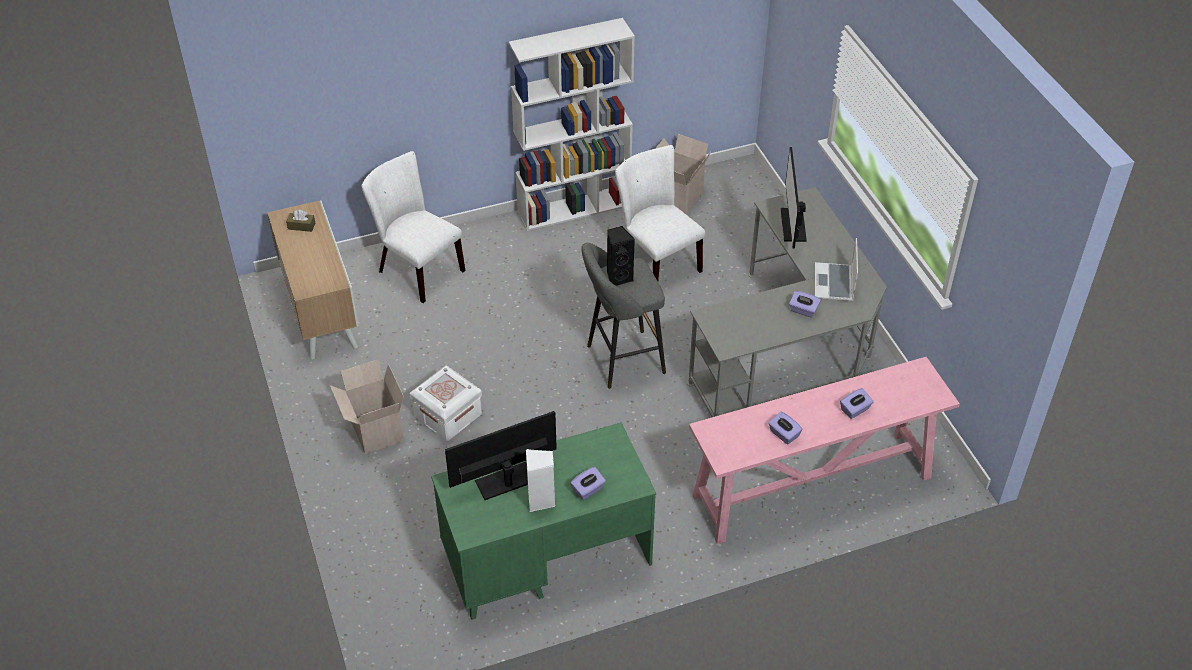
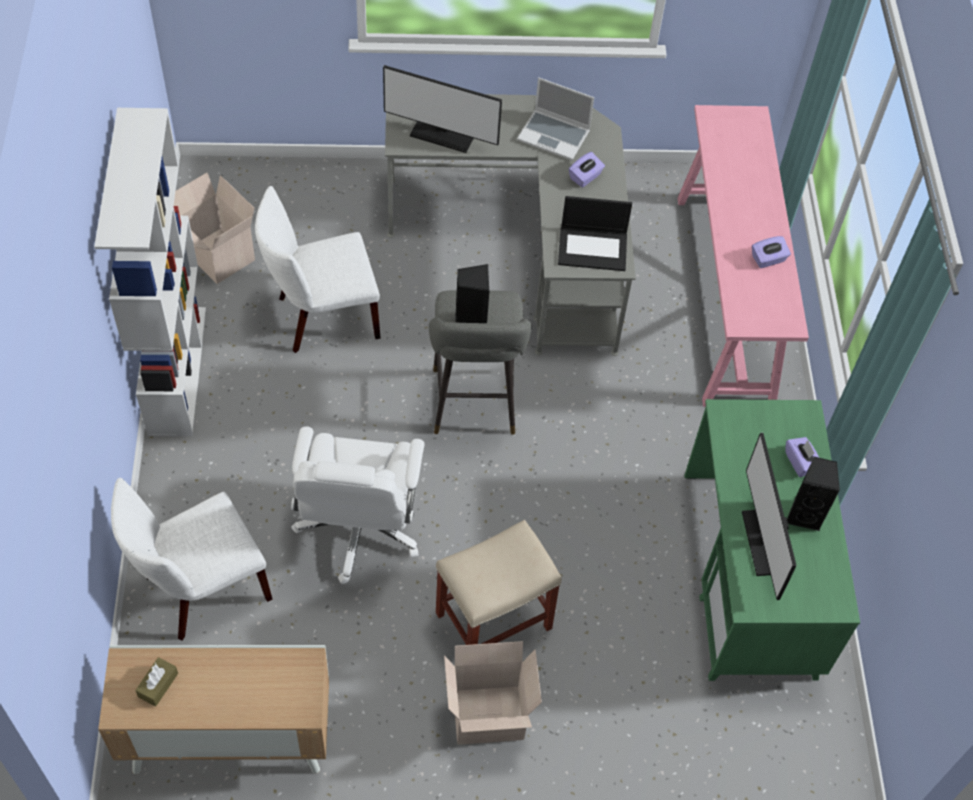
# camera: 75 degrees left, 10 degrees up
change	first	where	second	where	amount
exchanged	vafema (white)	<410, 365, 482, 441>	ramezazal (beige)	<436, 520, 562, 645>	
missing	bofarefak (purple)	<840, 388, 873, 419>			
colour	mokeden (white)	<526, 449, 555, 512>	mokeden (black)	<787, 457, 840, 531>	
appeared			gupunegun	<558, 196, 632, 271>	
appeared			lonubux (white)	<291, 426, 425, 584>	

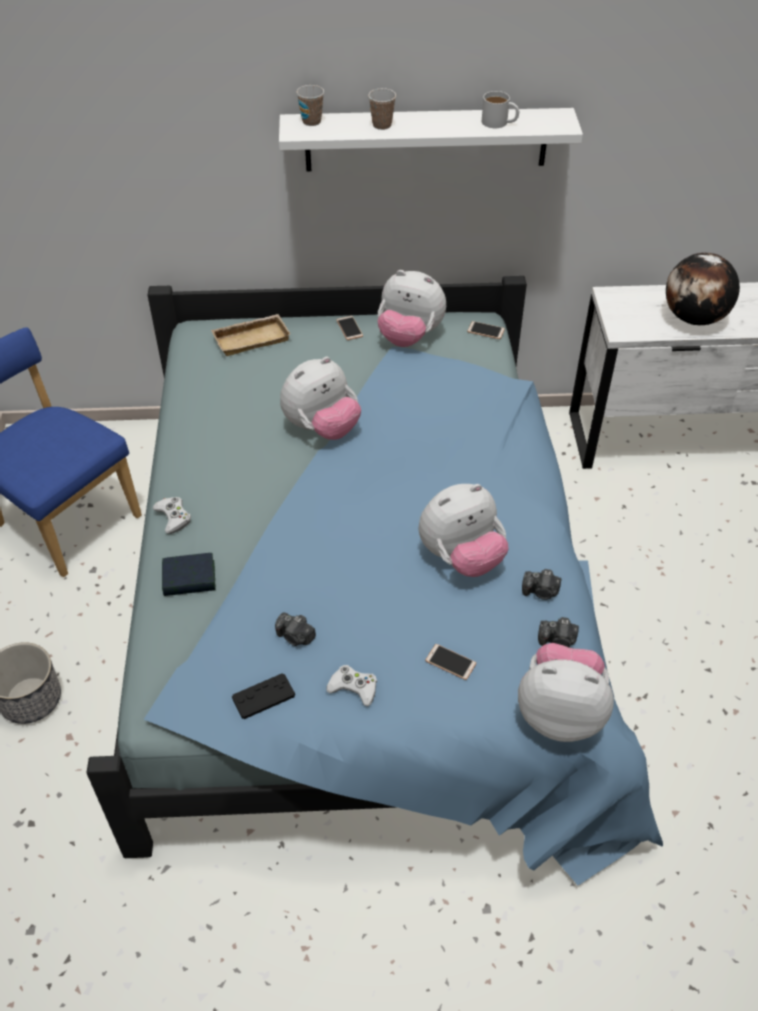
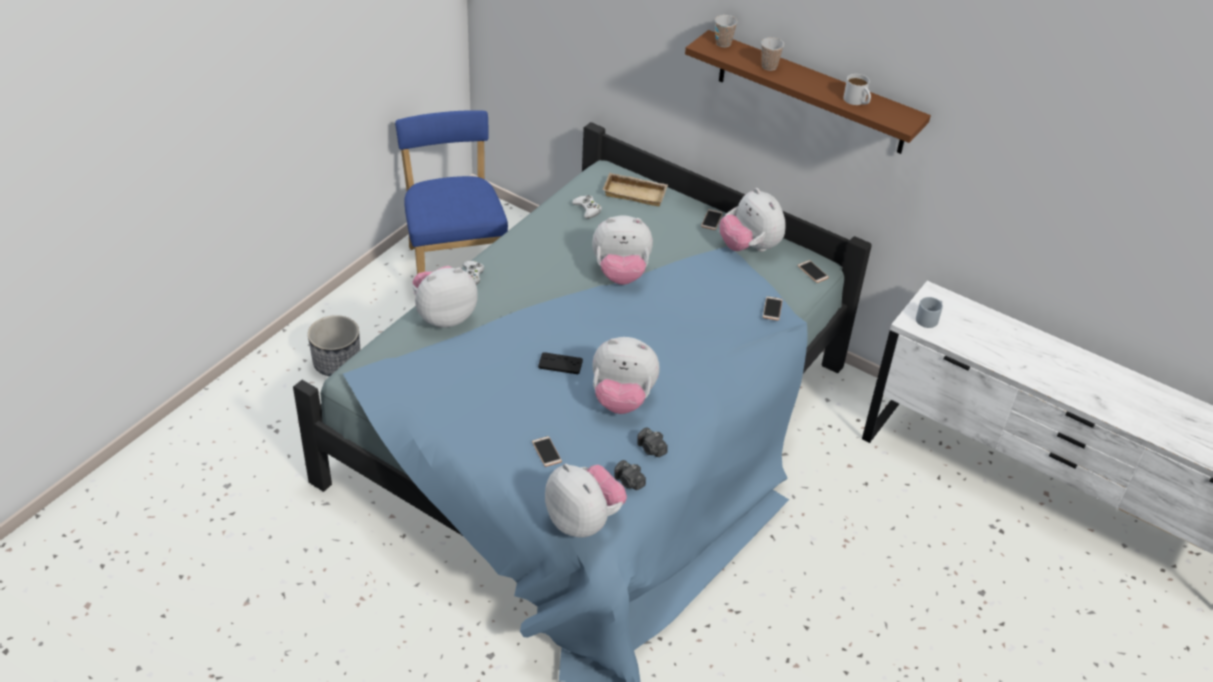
# camera: 35 degrees right, 5 degrees down
change	first	where	second	where	amount
colour	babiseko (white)	<279, 108, 583, 171>	babiseko (brown)	<685, 30, 931, 154>	
missing	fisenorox	<666, 253, 740, 325>			
exchanged	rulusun	<162, 553, 216, 596>	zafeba	<412, 266, 478, 328>	
missing	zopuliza	<275, 612, 316, 646>			
relocated	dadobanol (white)	<327, 665, 377, 706>		<572, 195, 602, 219>	
relocated	dadobanol (black)	<232, 673, 295, 719>		<538, 352, 583, 374>	
appeared			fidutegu	<763, 296, 783, 321>	
appeared			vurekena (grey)	<916, 297, 943, 328>	

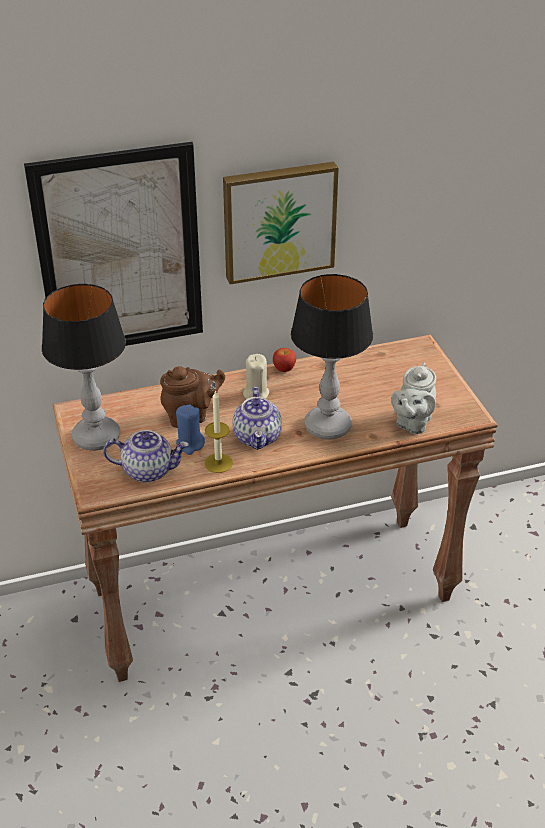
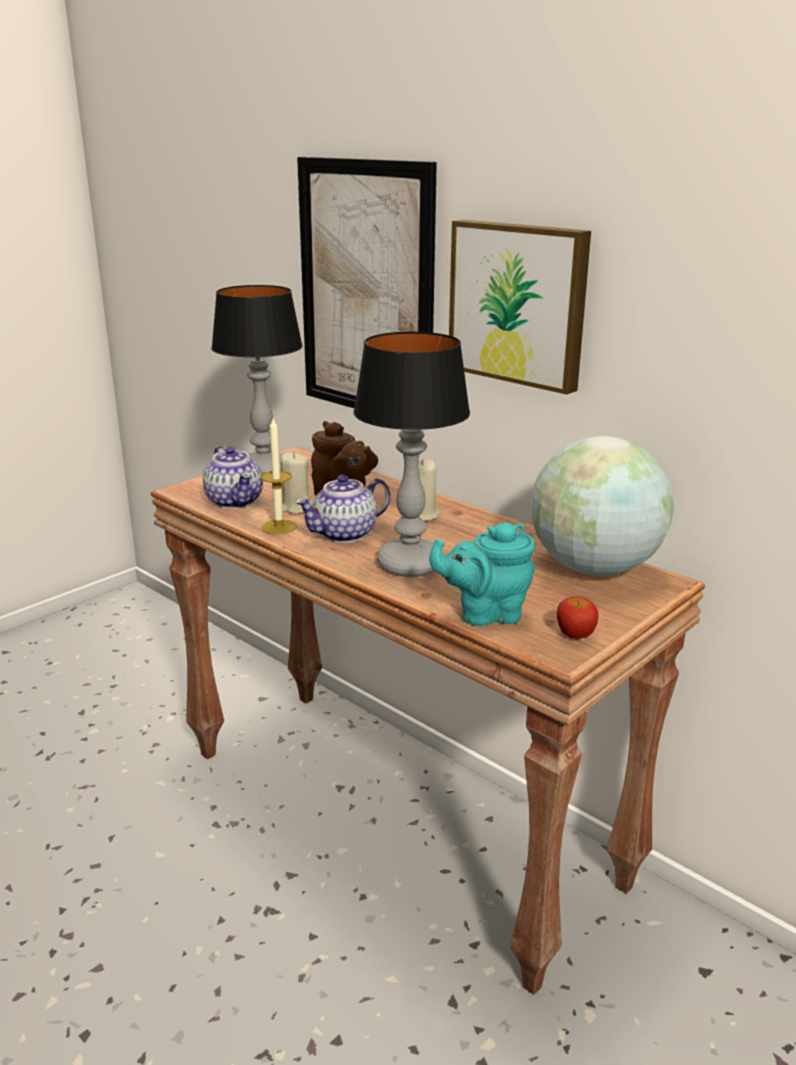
# camera: 60 degrees right, 15 degrees down
change	first	where	second	where	amount
relocated	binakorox	<273, 348, 296, 372>		<557, 597, 598, 639>	
colour	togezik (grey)	<391, 363, 436, 434>	togezik (turquoise)	<429, 523, 535, 626>	
colour	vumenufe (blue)	<176, 404, 205, 455>	vumenufe (beige)	<281, 452, 313, 514>	
appeared			fisenorox	<531, 436, 674, 576>	

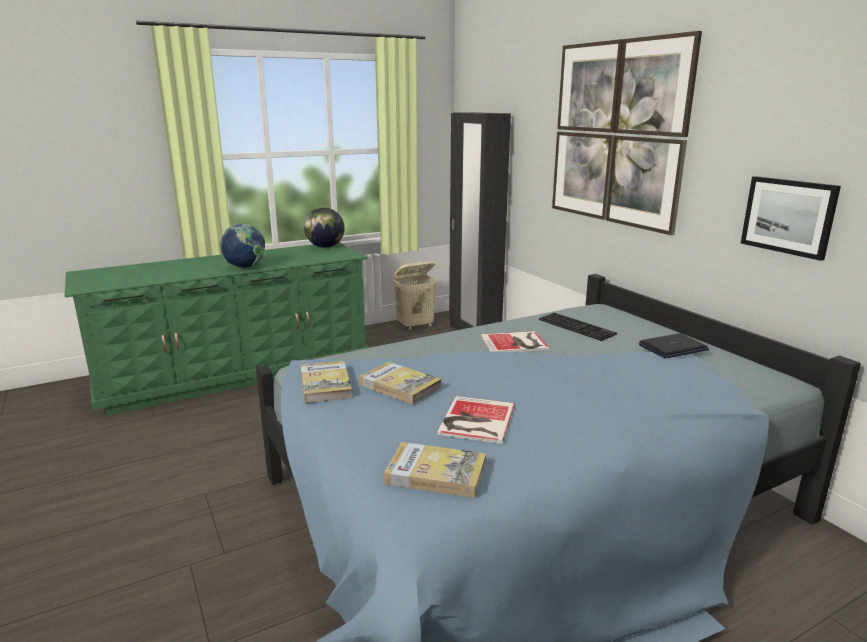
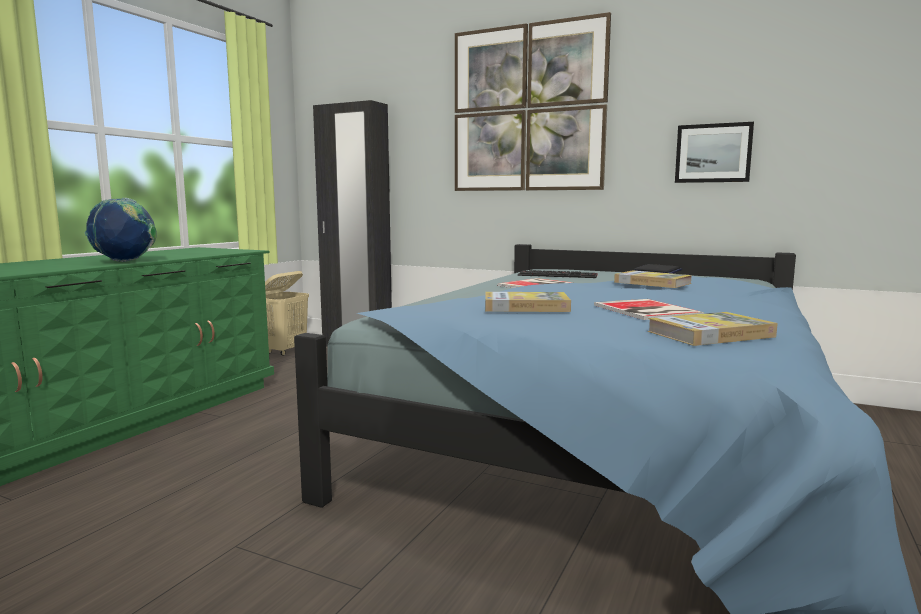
# camera: 35 degrees left, 10 degrees down
change	first	where	second	where	amount
missing	fisenorox	<304, 208, 344, 248>			
relocated	rulusun	<301, 361, 352, 403>		<614, 271, 692, 288>	

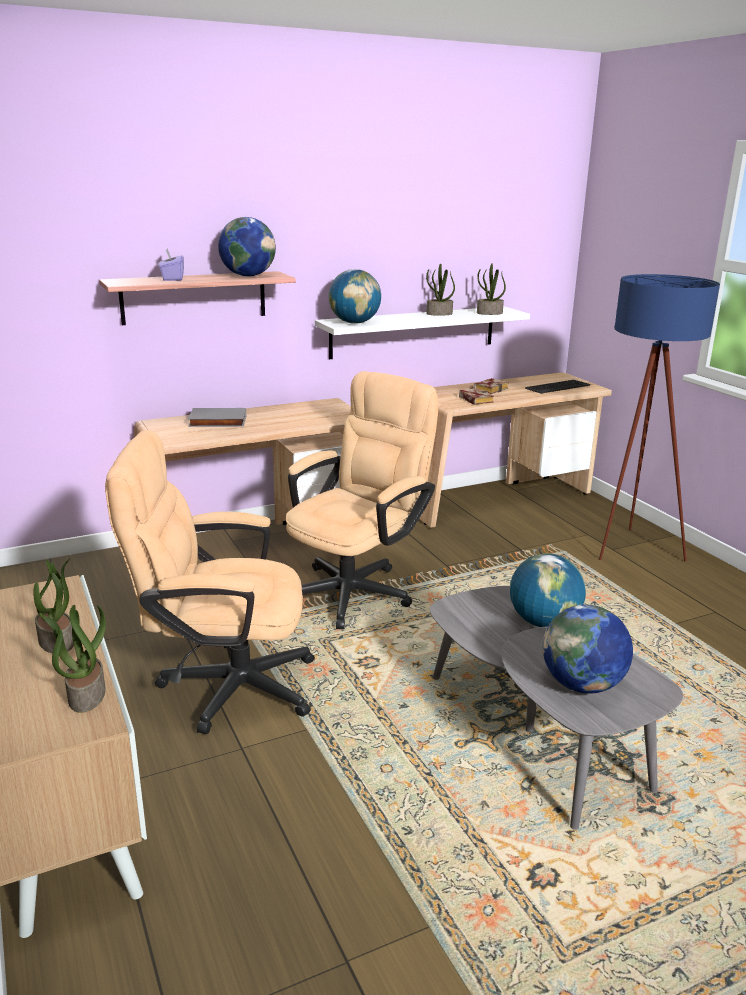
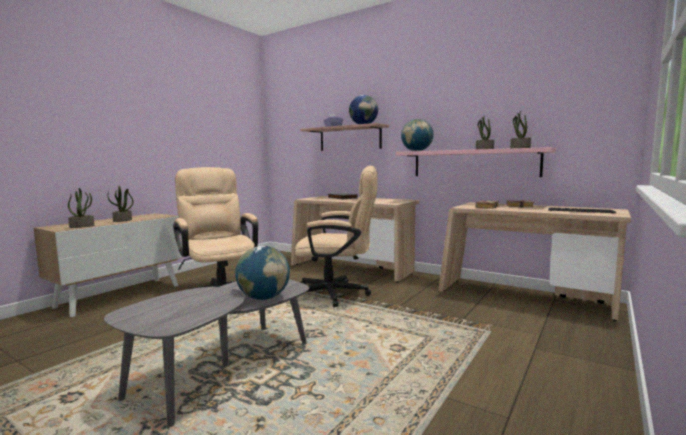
# camera: 60 degrees right, 15 degrees down
change	first	where	second	where	amount
missing	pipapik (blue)	<599, 274, 720, 562>			
colour	babiseko (white)	<315, 306, 530, 359>	babiseko (pink)	<396, 147, 556, 177>	
missing	fisenorox	<543, 605, 633, 694>			

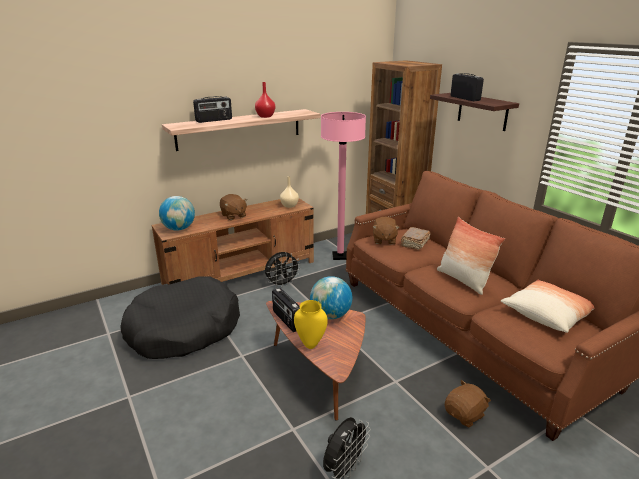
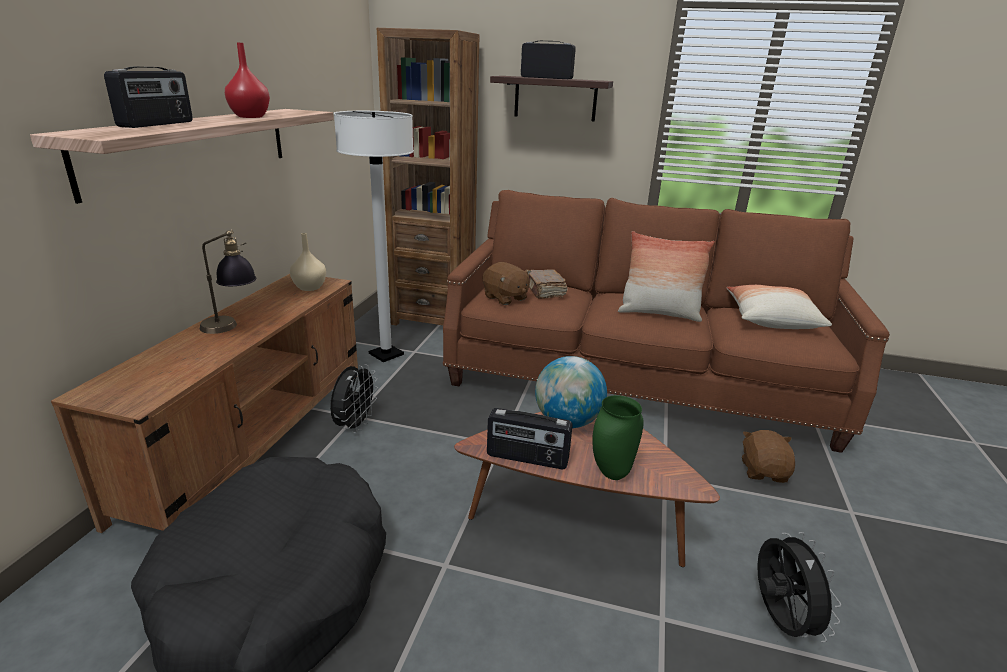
# camera: 45 degrees left, 0 degrees up
change	first	where	second	where	amount
colour	pipapik (pink)	<321, 112, 366, 260>	pipapik (white)	<334, 111, 414, 362>	
exchanged	zafeba (brown)	<220, 194, 247, 220>	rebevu	<200, 230, 256, 334>	
missing	fisenorox	<159, 196, 195, 231>			
colour	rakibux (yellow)	<294, 300, 328, 349>	rakibux (green)	<592, 395, 644, 480>	

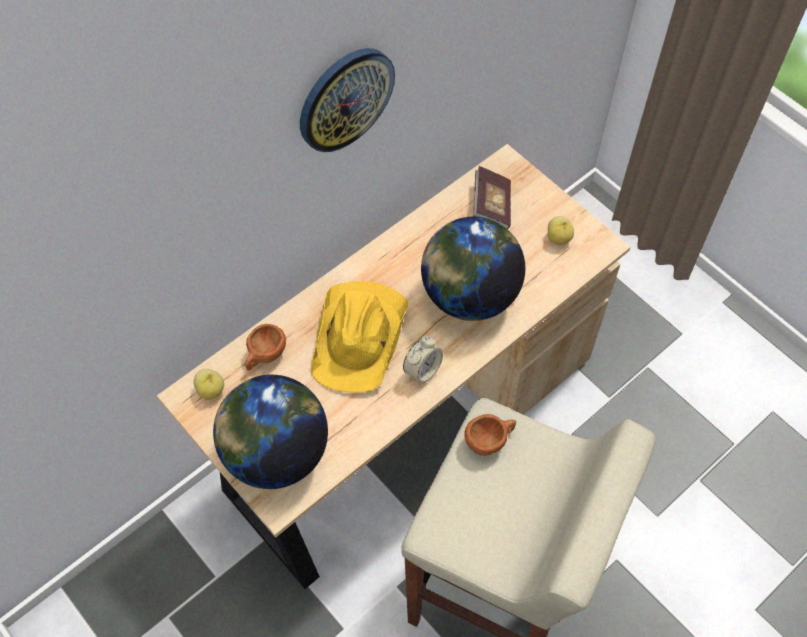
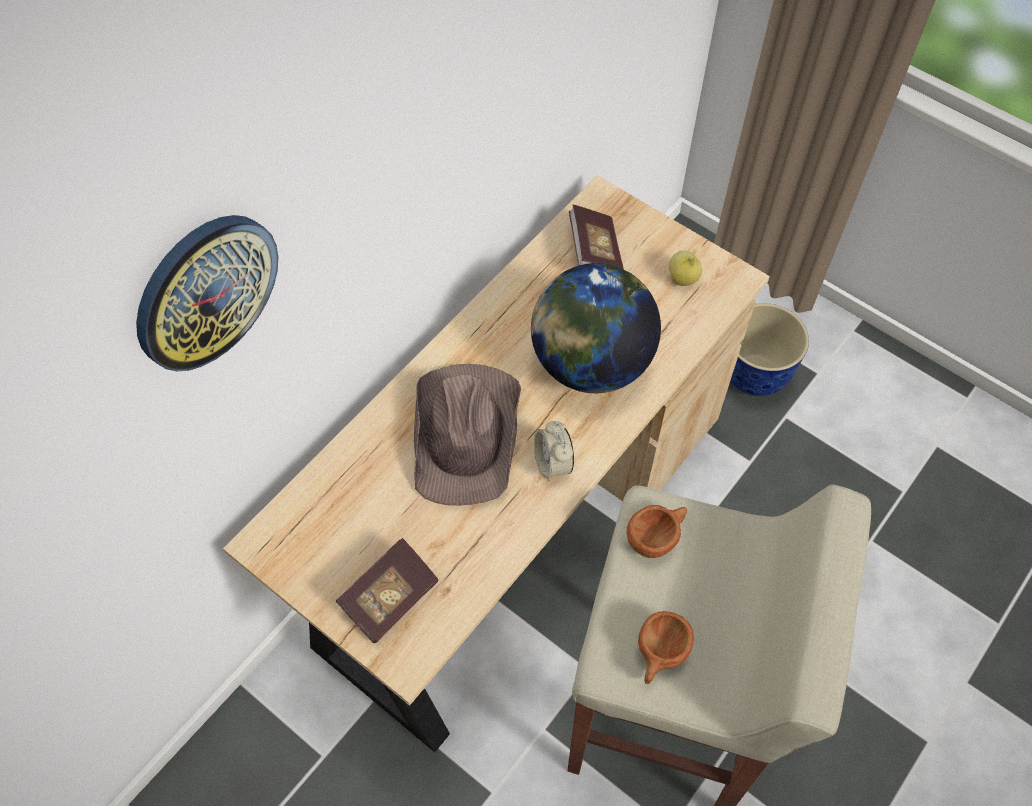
# camera: 10 degrees left, 0 degrees up
change	first	where	second	where	amount
relocated	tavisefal	<300, 48, 395, 152>		<136, 215, 278, 371>	
colour	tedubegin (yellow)	<311, 281, 408, 392>	tedubegin (brown)	<414, 364, 521, 506>	
relocated	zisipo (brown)	<245, 324, 286, 371>		<638, 611, 694, 684>	
spun	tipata	<403, 336, 443, 384>		<534, 421, 574, 481>	135 degrees clockwise
missing	binakorox	<193, 369, 224, 400>			
exchanged	fisenorox	<213, 375, 328, 489>	rulusun	<336, 538, 439, 643>	
appeared			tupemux	<730, 303, 809, 396>	

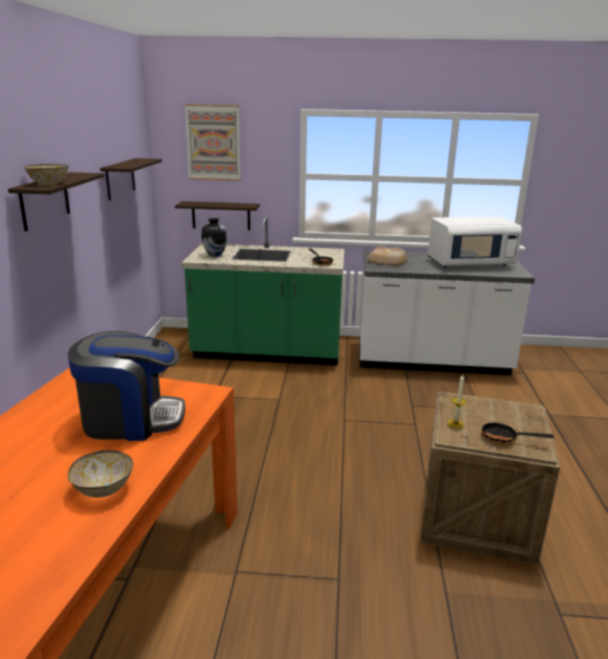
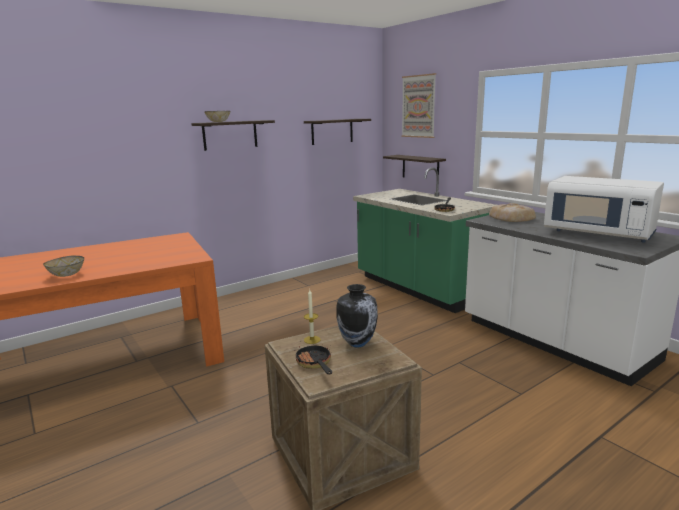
# camera: 50 degrees right, 5 degrees down
change	first	where	second	where	amount
relocated	rakibux	<202, 218, 227, 257>		<337, 284, 378, 347>	
missing	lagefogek	<68, 331, 185, 441>			

